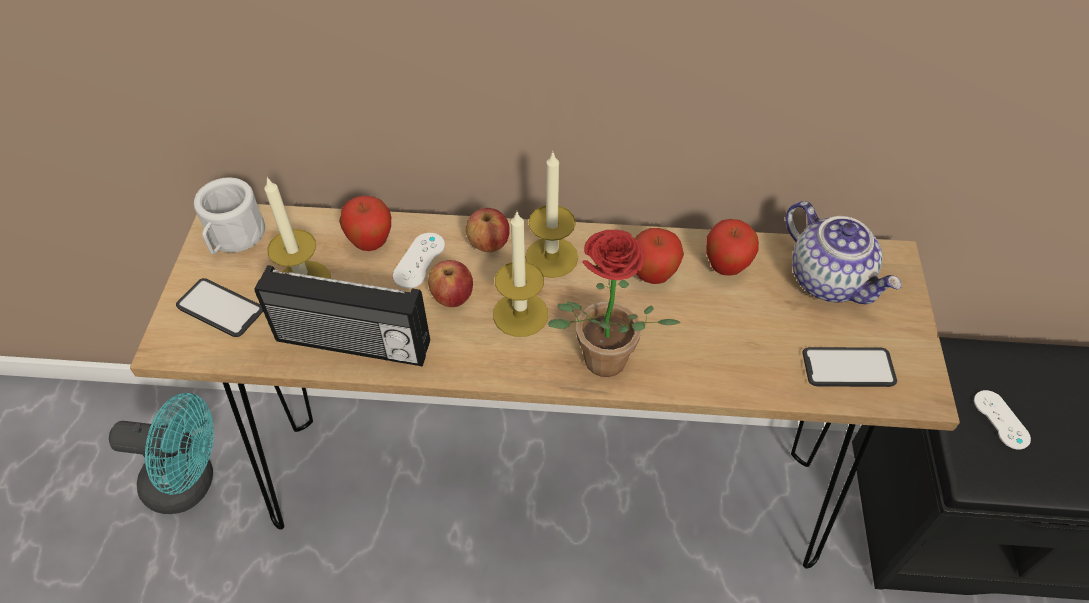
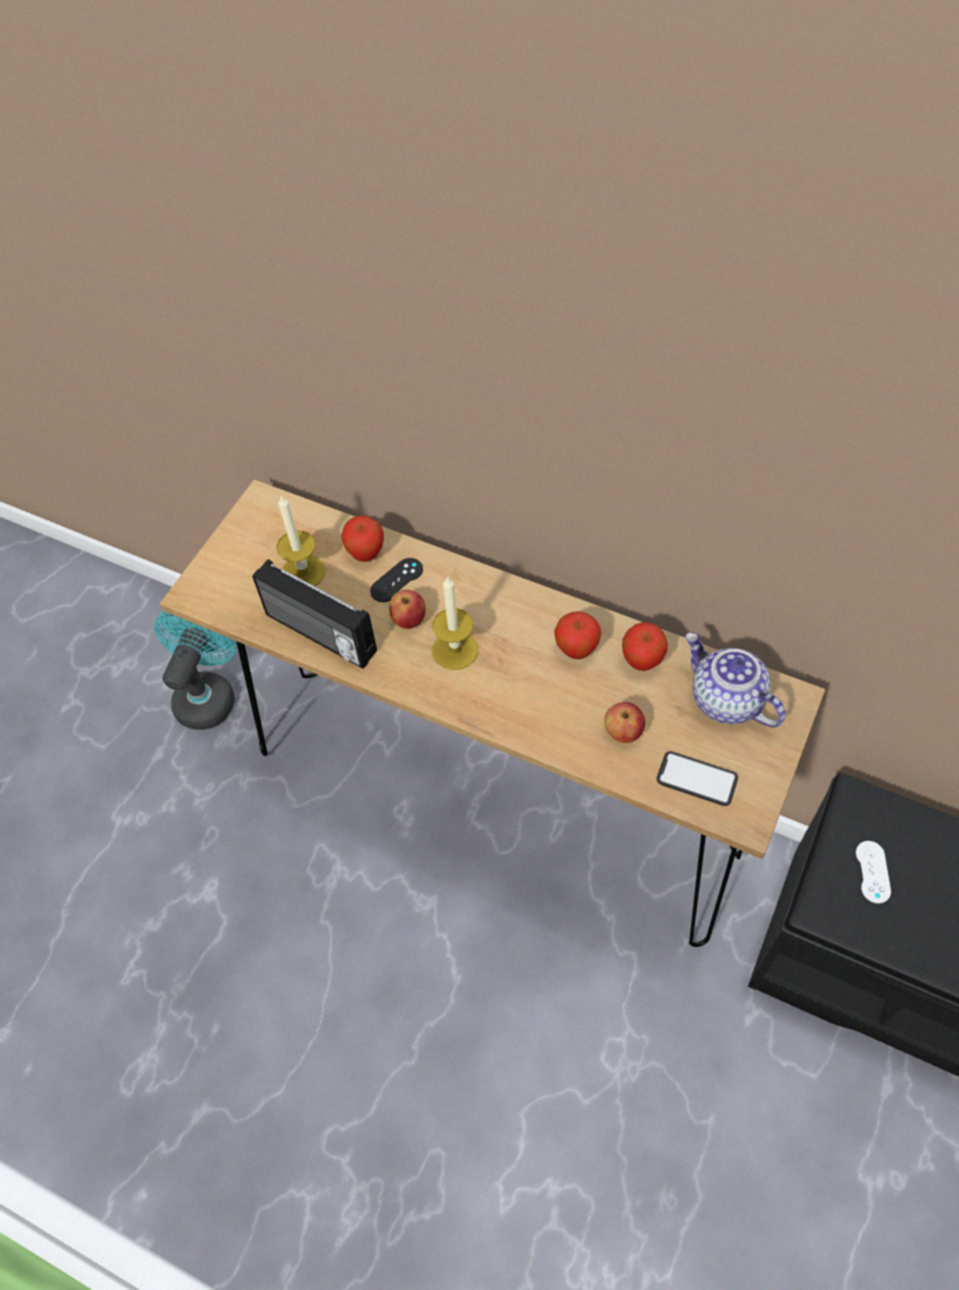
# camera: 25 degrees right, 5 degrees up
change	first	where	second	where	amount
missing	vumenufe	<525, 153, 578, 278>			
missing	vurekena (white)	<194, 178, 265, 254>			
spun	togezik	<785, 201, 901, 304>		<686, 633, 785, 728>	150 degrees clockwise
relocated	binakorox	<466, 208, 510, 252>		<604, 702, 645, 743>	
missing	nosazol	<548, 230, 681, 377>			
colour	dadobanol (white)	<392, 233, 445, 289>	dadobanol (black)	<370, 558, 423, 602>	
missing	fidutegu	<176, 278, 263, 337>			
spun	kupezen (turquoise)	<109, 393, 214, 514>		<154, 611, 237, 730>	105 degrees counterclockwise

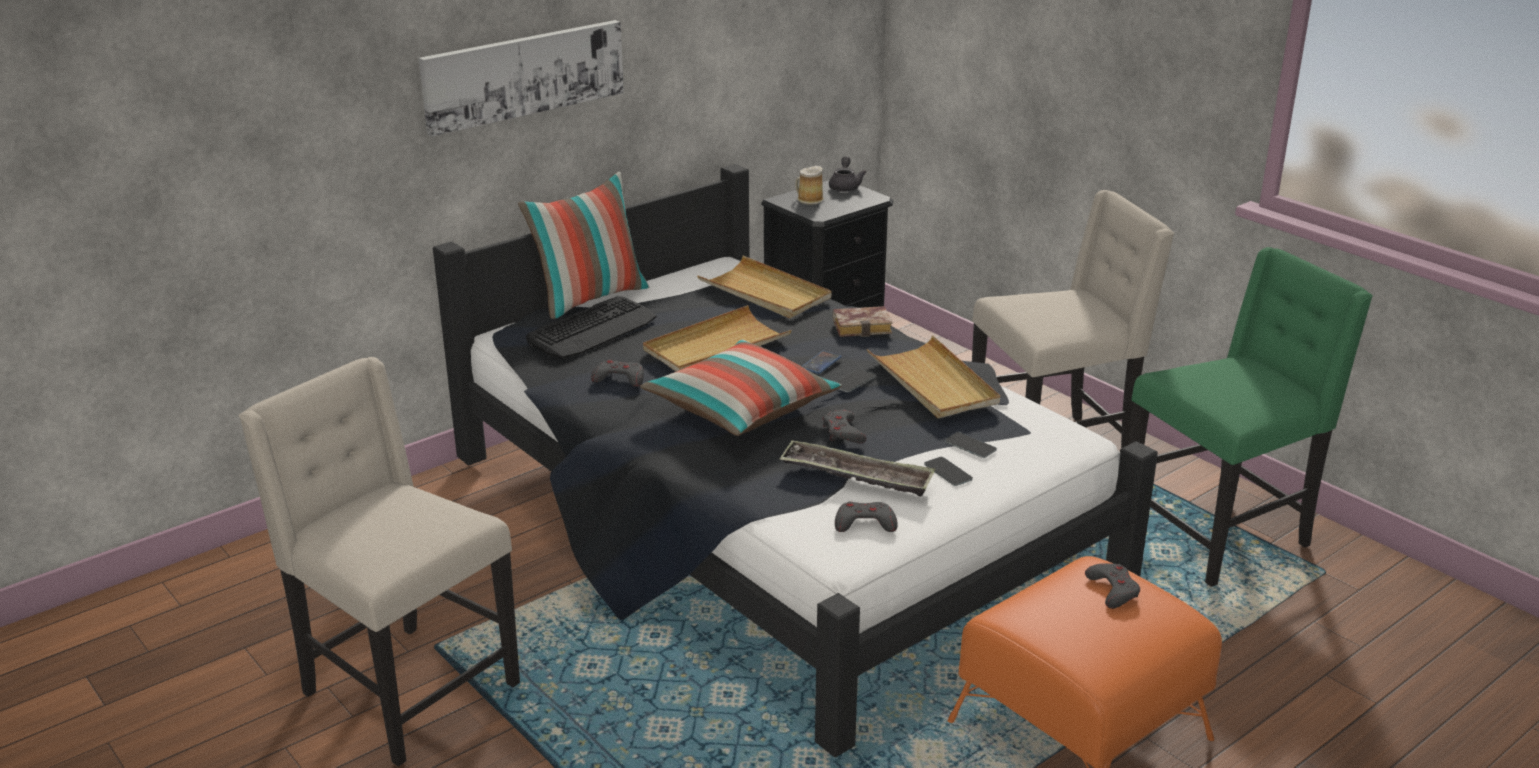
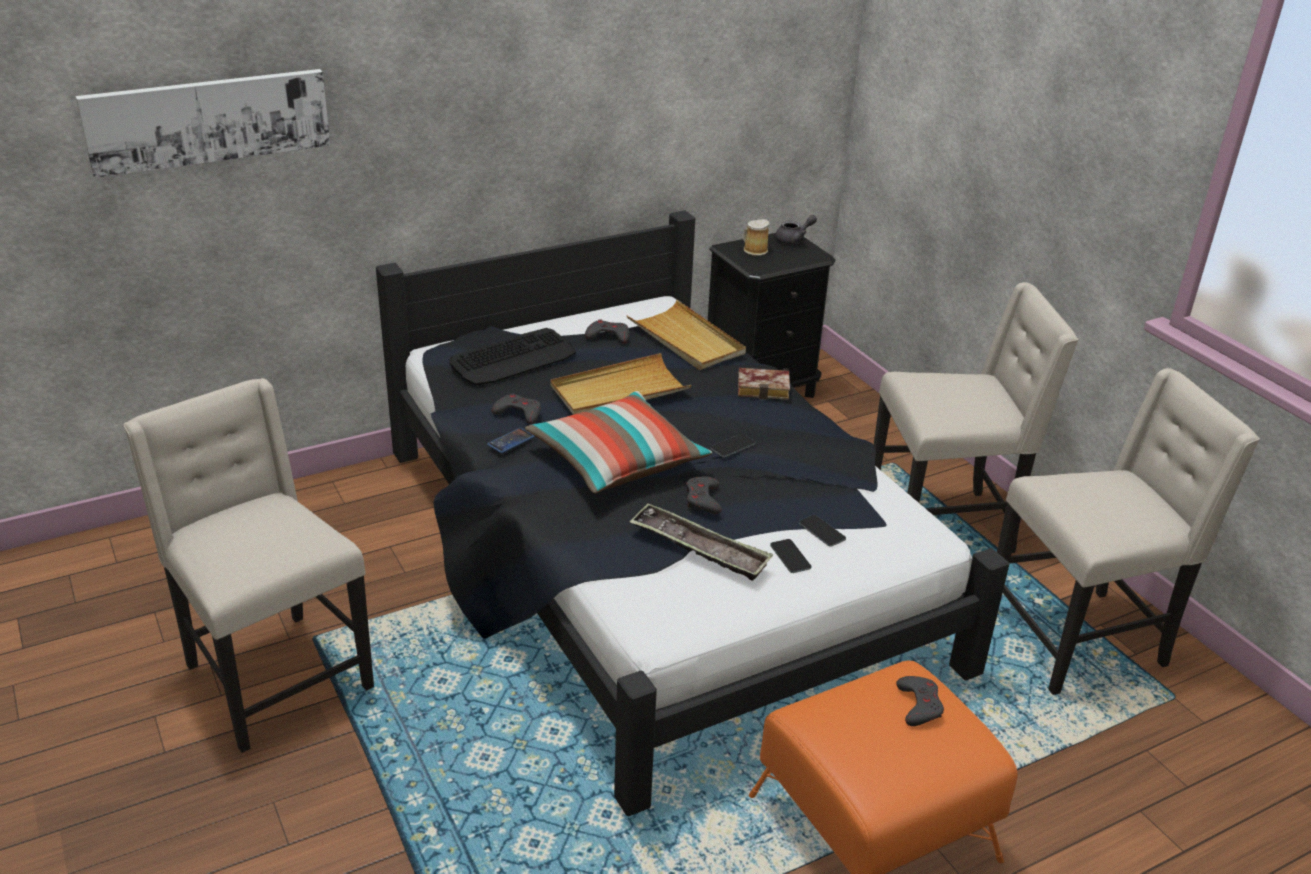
# camera: 10 degrees right, 5 degrees up
change	first	where	second	where	amount
relocated	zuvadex	<418, 20, 624, 137>		<75, 69, 331, 178>	
spun	togezik (grey)	<829, 156, 867, 192>		<775, 215, 817, 244>	45 degrees clockwise
missing	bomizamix	<518, 172, 649, 319>			
colour	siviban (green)	<1128, 247, 1373, 587>	siviban (beige)	<997, 368, 1260, 695>	
missing	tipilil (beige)	<867, 335, 1000, 418>			
relocated	fidutegu	<802, 350, 842, 374>		<487, 428, 534, 453>	
relocated	dadobanol (grey)	<835, 501, 898, 532>		<585, 319, 630, 344>	

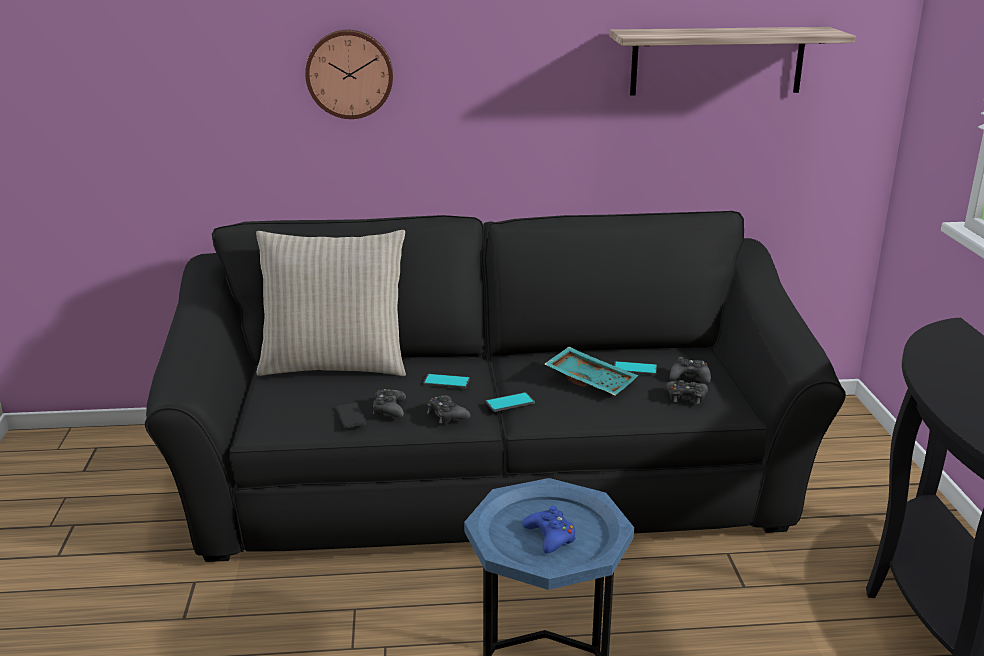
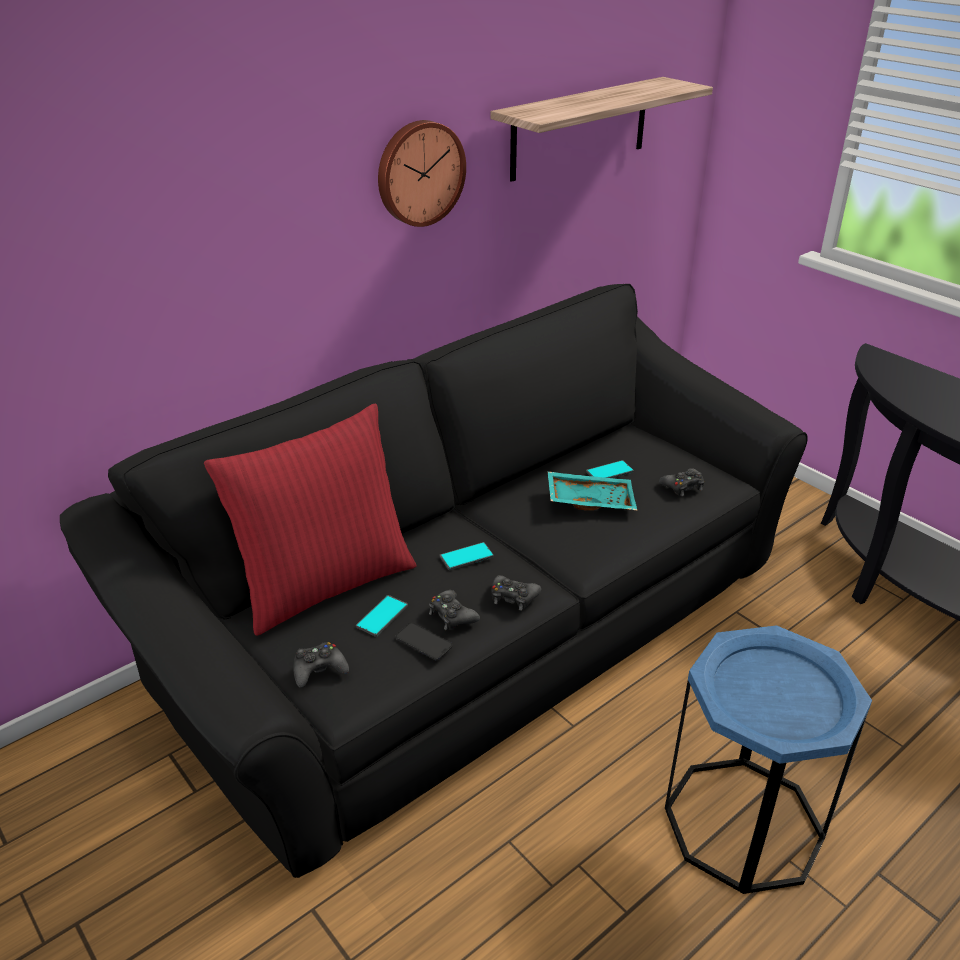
# camera: 35 degrees left, 10 degrees up
change	first	where	second	where	amount
relocated	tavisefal	<305, 30, 393, 119>		<378, 120, 466, 227>	
colour	bomizamix (beige)	<256, 230, 406, 376>	bomizamix (red)	<204, 403, 417, 636>	
relocated	dadobanol (black)	<670, 357, 711, 383>		<293, 642, 349, 688>	
relocated	fidutegu	<486, 392, 535, 412>		<356, 595, 408, 637>	
missing	dadobanol (blue)	<522, 506, 576, 553>			

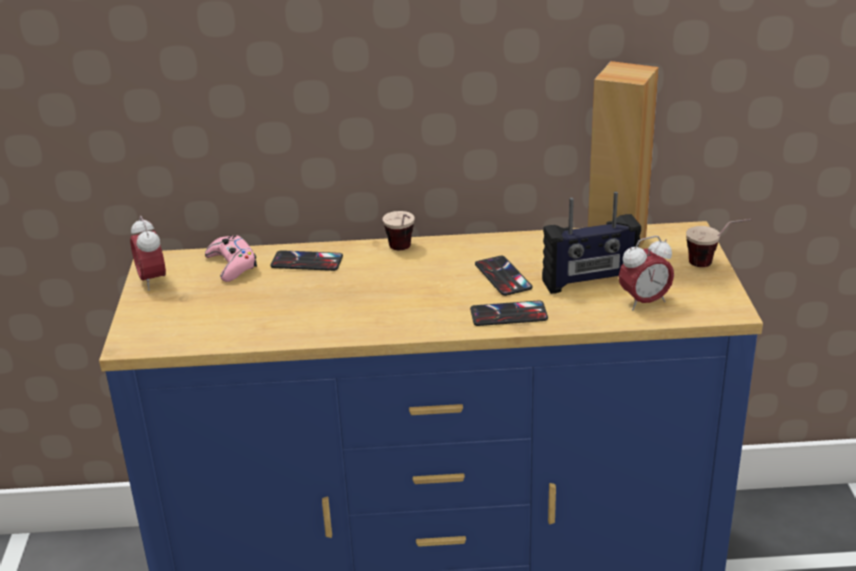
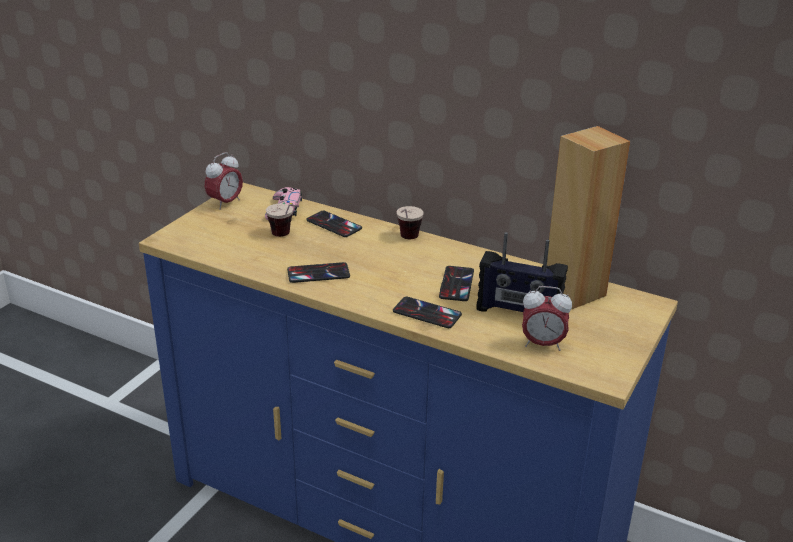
# camera: 30 degrees right, 0 degrees up
change	first	where	second	where	amount
spun	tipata	<130, 216, 166, 291>		<205, 152, 243, 210>	150 degrees counterclockwise
relocated	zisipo	<686, 219, 752, 267>		<266, 204, 299, 237>	
appeared			fidutegu	<287, 262, 350, 283>	

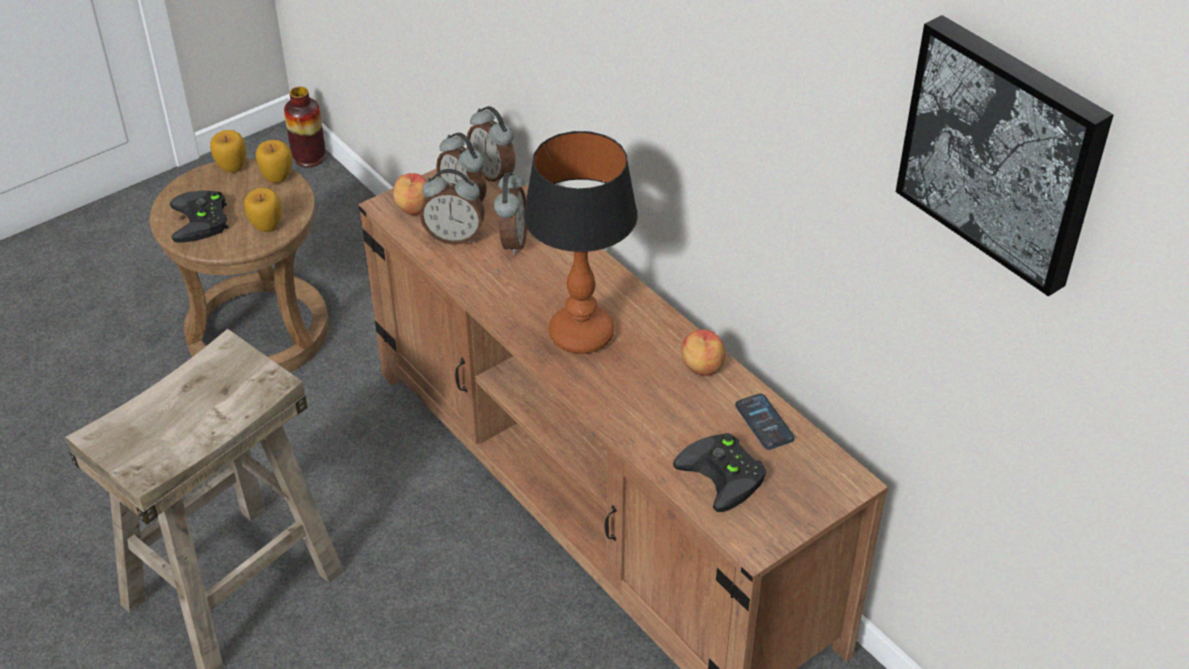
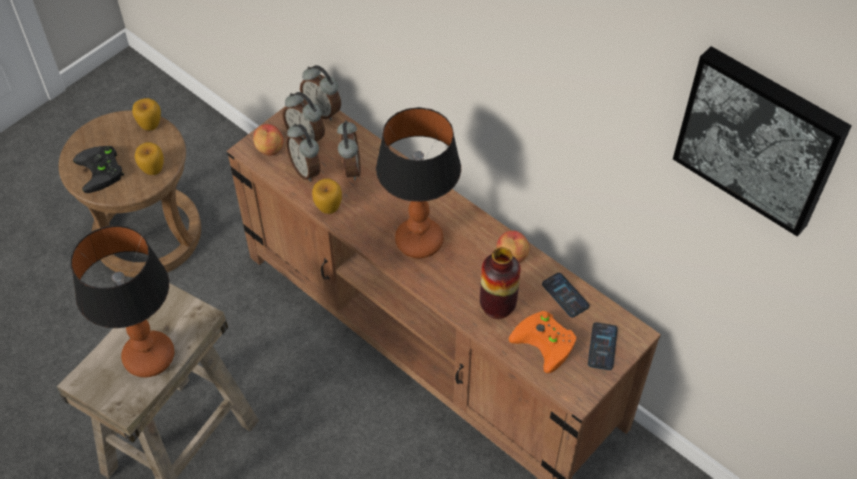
# camera: 10 degrees left, 10 degrees up
change	first	where	second	where	amount
relocated	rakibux	<284, 87, 325, 167>		<480, 247, 521, 319>	
relocated	binakorox	<210, 130, 246, 173>		<312, 179, 342, 214>	
spun	tipata	<420, 169, 485, 245>		<286, 123, 320, 182>	60 degrees clockwise
colour	dadobanol (black)	<673, 433, 766, 512>	dadobanol (orange)	<509, 311, 577, 373>	
appeared			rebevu	<71, 225, 174, 377>	
appeared			fidutegu	<588, 322, 618, 370>	

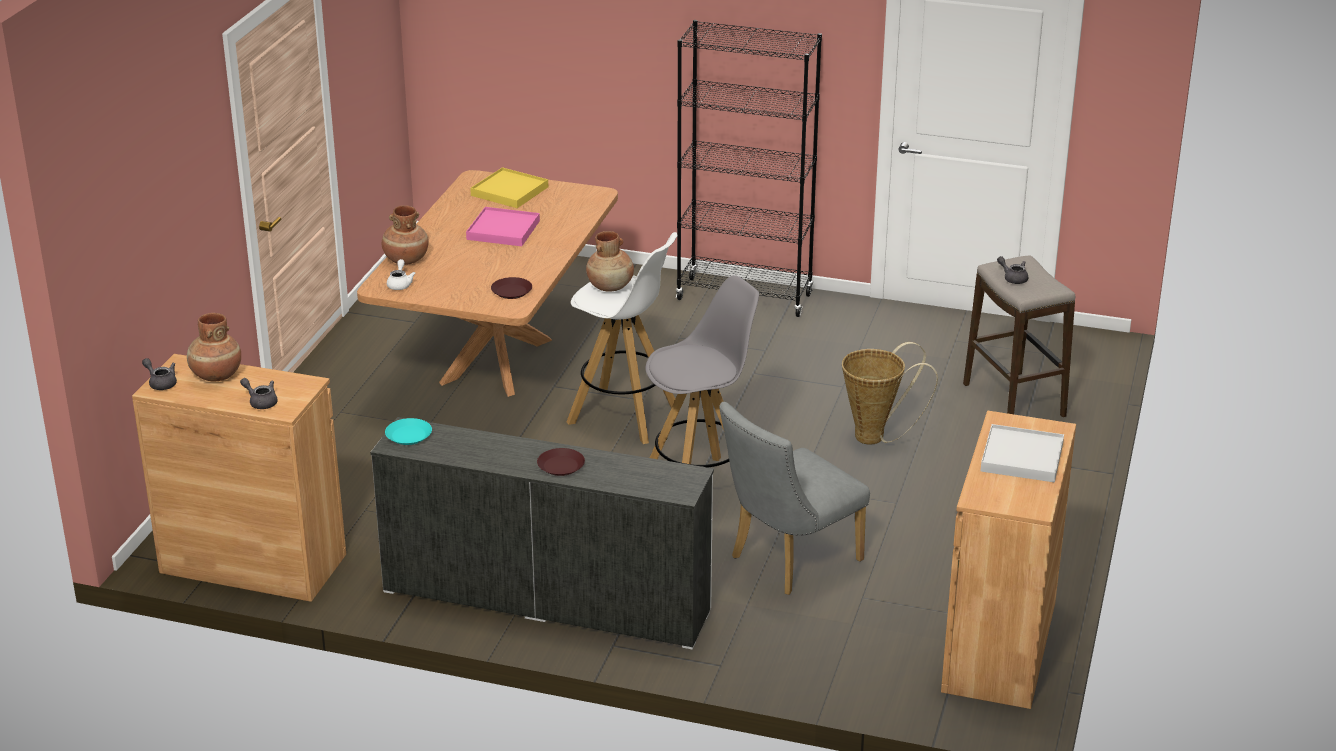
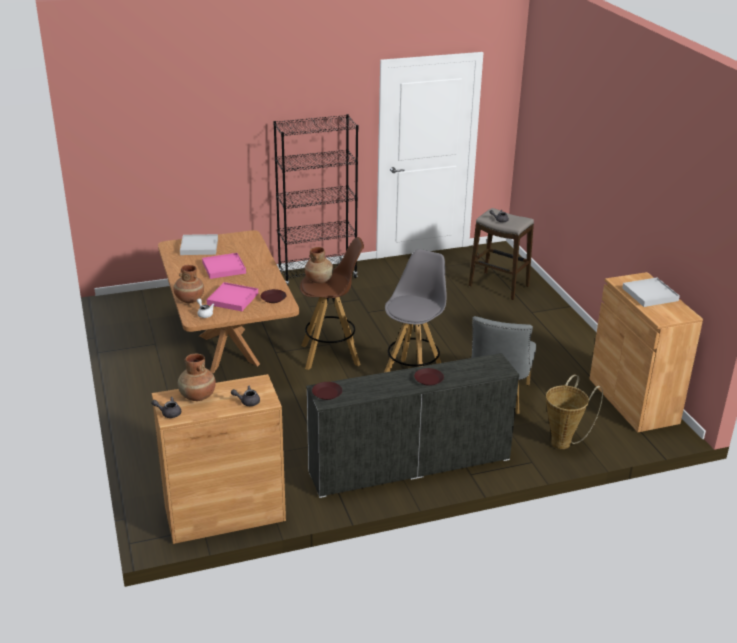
# camera: 35 degrees left, 0 degrees up
change	first	where	second	where	amount
colour	tipilil (yellow)	<470, 167, 548, 208>	tipilil (white)	<180, 234, 218, 255>	
colour	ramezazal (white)	<567, 232, 677, 444>	ramezazal (brown)	<300, 237, 364, 370>	
relocated	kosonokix	<842, 342, 938, 445>		<546, 375, 603, 449>	
colour	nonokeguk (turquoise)	<385, 418, 432, 445>	nonokeguk (brown)	<312, 382, 342, 400>	
appeared			tipilil (pink)	<206, 282, 258, 311>	

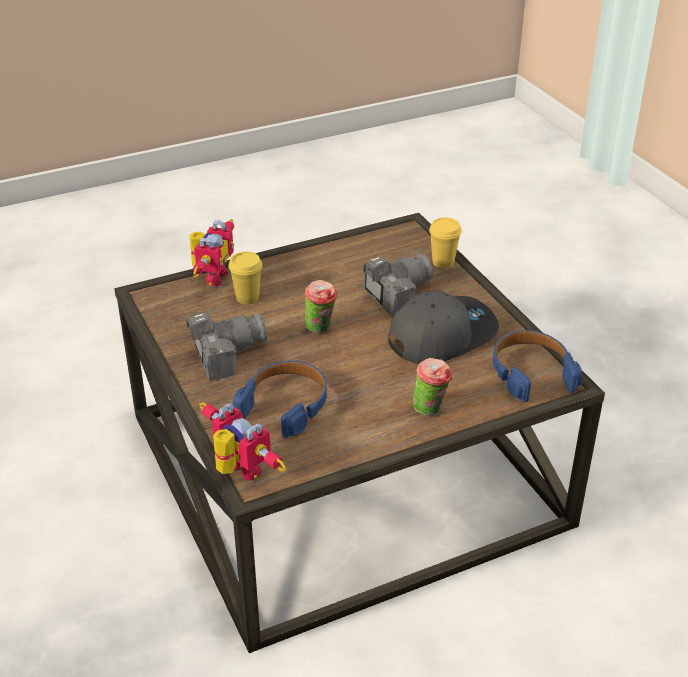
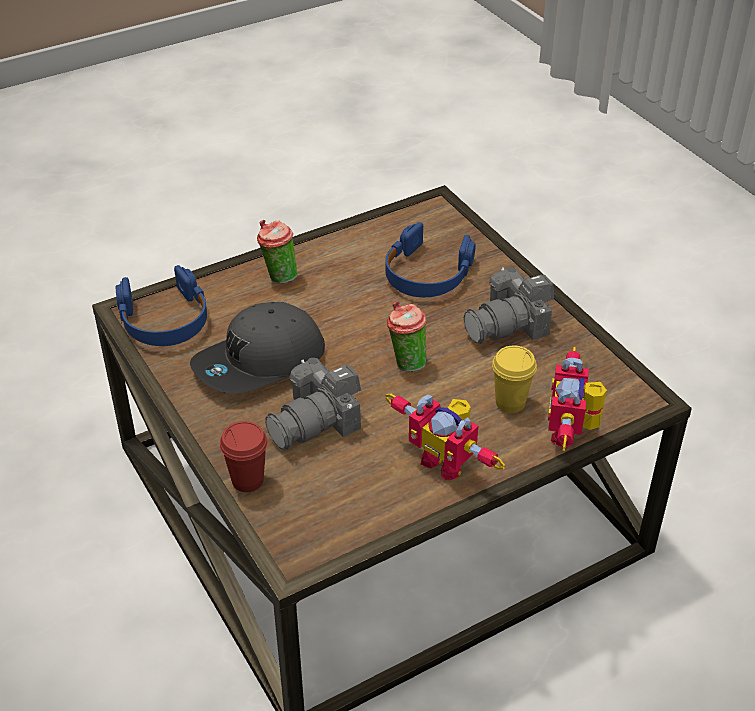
# camera: 175 degrees right, 5 degrees up
change	first	where	second	where	amount
colour	zisipo (yellow)	<429, 218, 462, 268>	zisipo (red)	<220, 421, 268, 492>	
relocated	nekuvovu	<199, 402, 286, 481>		<385, 394, 505, 480>	

